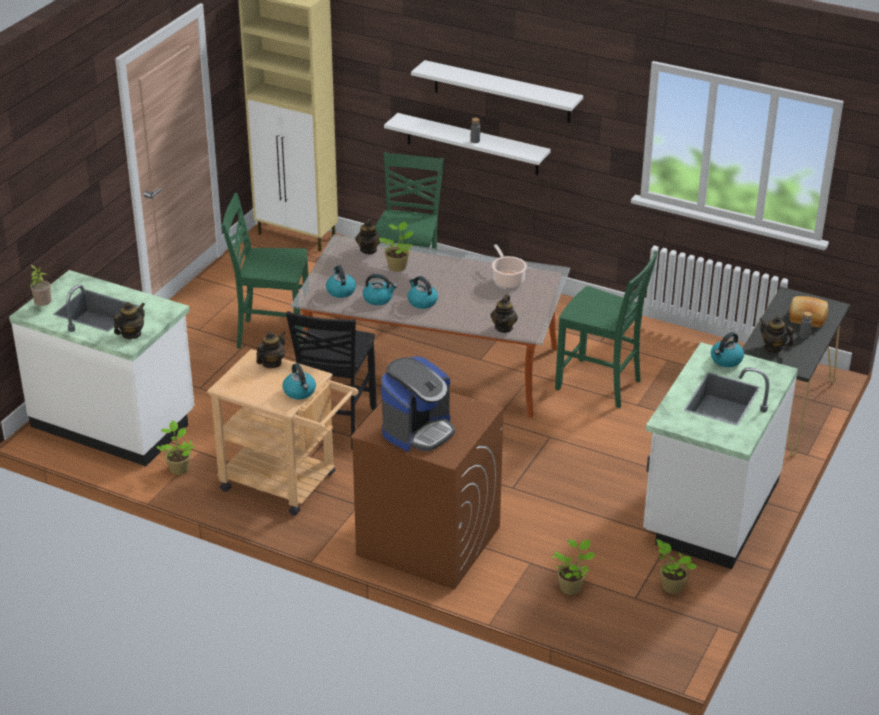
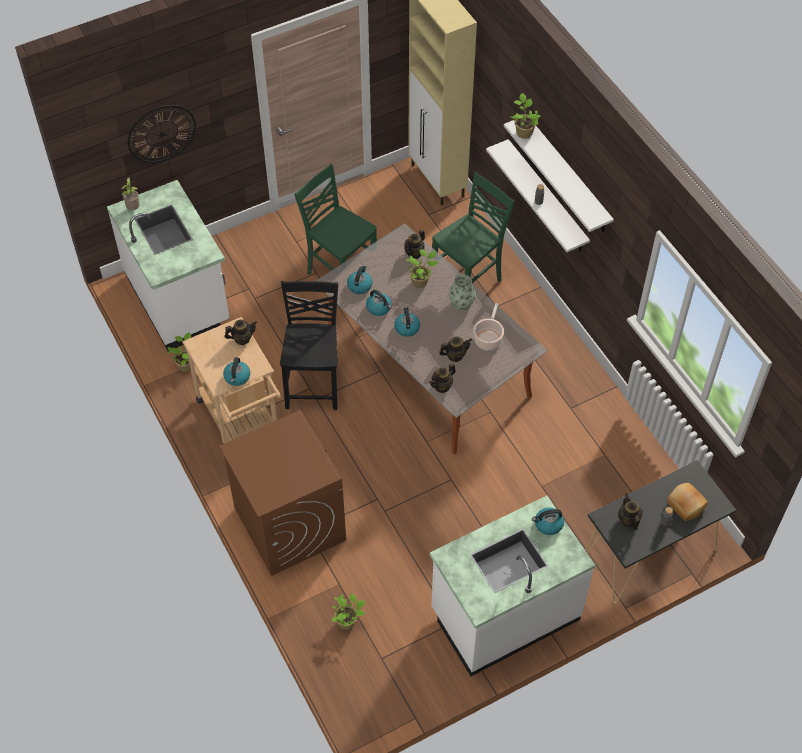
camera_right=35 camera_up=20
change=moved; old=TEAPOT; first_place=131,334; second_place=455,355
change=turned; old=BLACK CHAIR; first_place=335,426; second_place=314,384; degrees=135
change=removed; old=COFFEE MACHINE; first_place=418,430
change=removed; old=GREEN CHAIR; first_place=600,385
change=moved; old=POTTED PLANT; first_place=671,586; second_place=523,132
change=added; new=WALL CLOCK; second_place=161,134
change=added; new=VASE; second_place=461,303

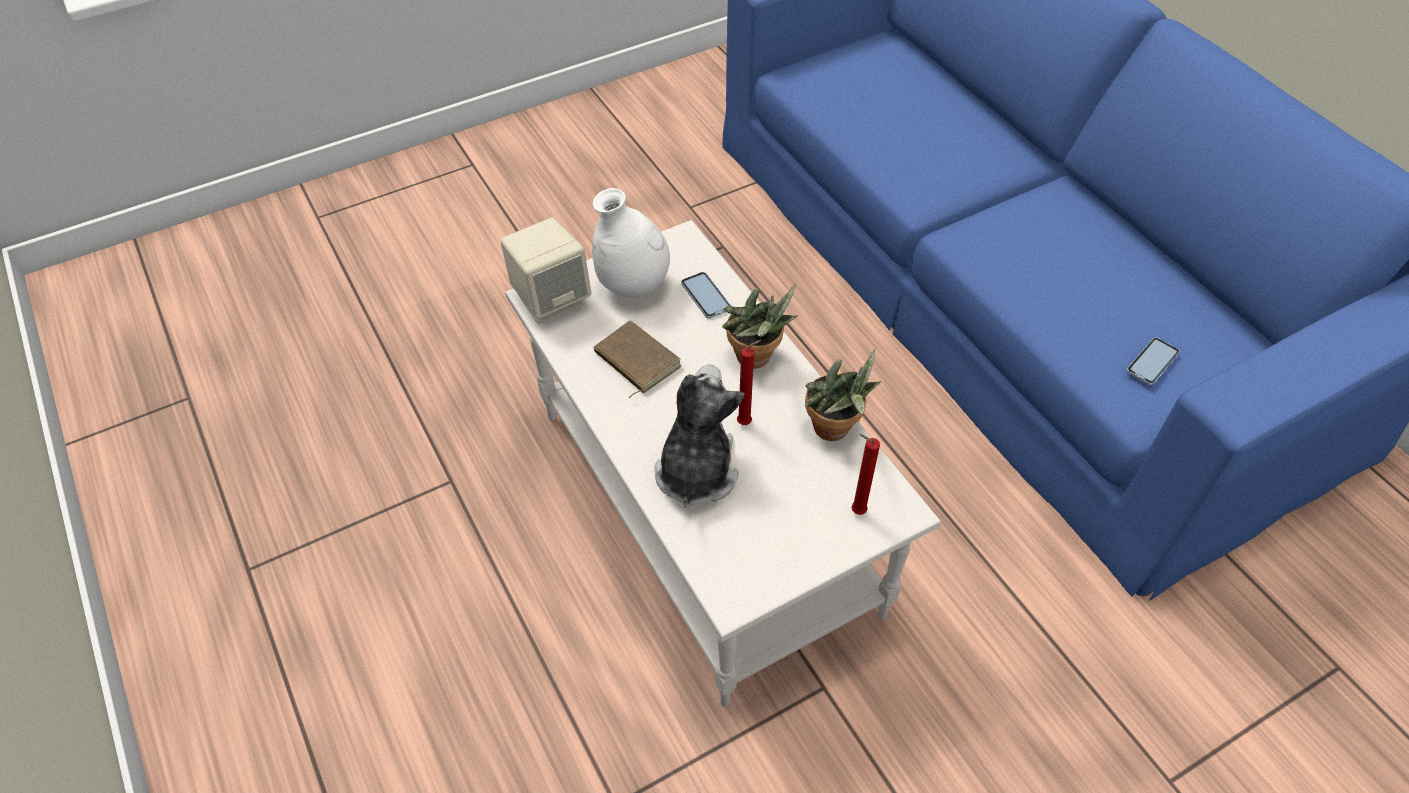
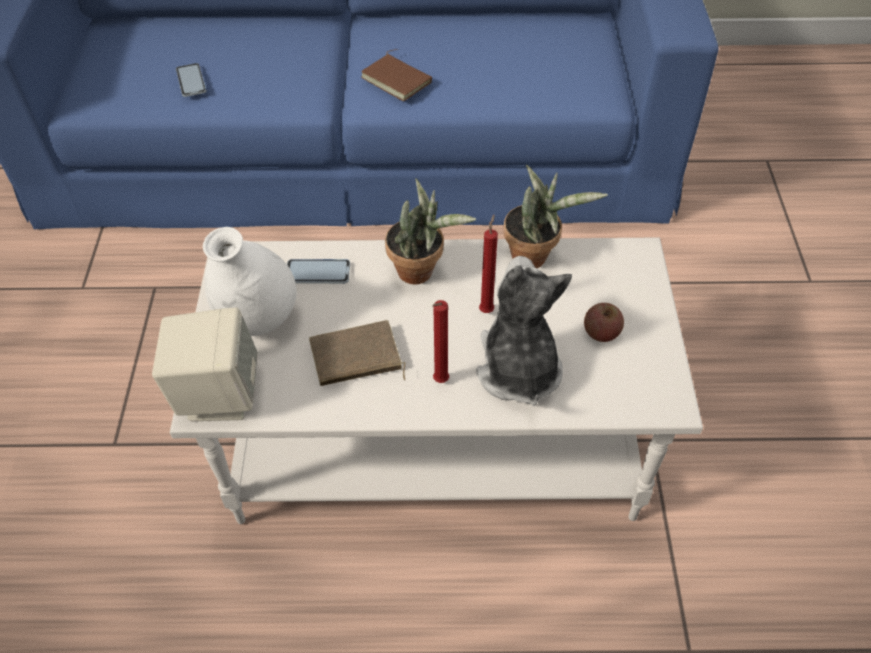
camera_right=-60 camera_up=0
change=turned; old=PLUSH TOY; first_place=696,471; second_place=518,368; degrees=45
change=moved; old=RED CANDLE; first_place=855,511; second_place=439,382
change=moved; old=PHONE; first_place=1152,362; second_place=191,81
change=added; new=BROWN BOOK; second_place=398,79
change=added; new=APPLE; second_place=601,332

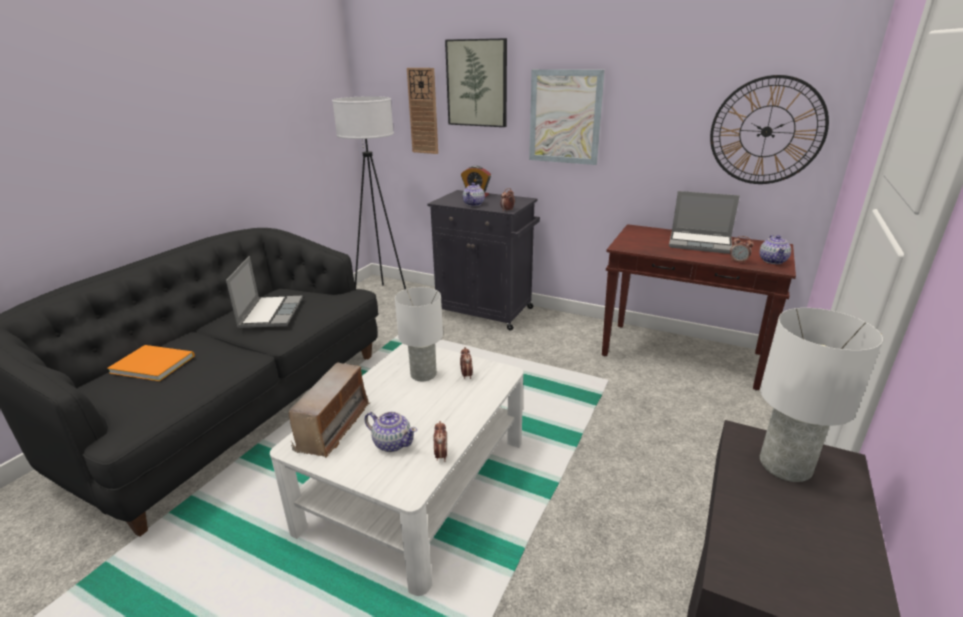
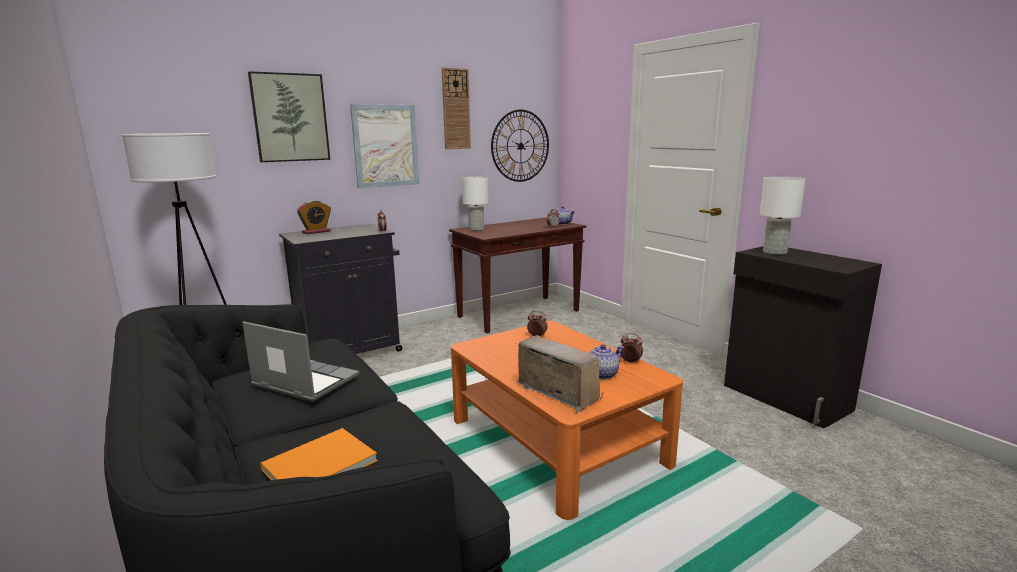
camera_right=-60 camera_up=-10
change=recoloured; old=WHITE COFFEE TABLE; new=ORANGE COFFEE TABLE; first_place=416,482; second_place=556,441
change=moved; old=WHITE TABLE LAMP; first_place=424,374; second_place=476,229
change=moved; old=WALL CLOCK; first_place=423,111; second_place=456,109
change=removed; old=TEAPOT; first_place=474,204
change=removed; old=LAPTOP; first_place=700,243

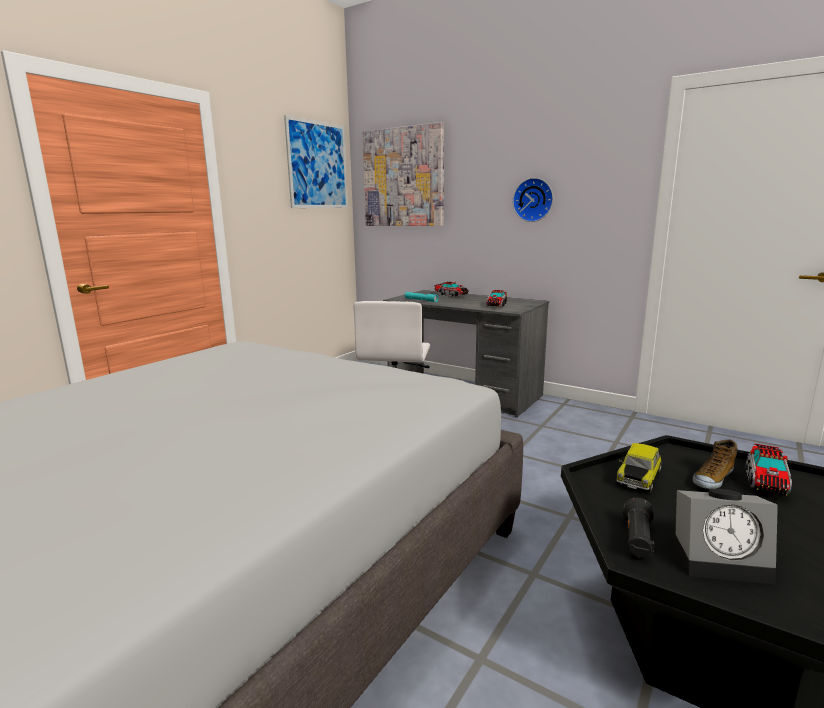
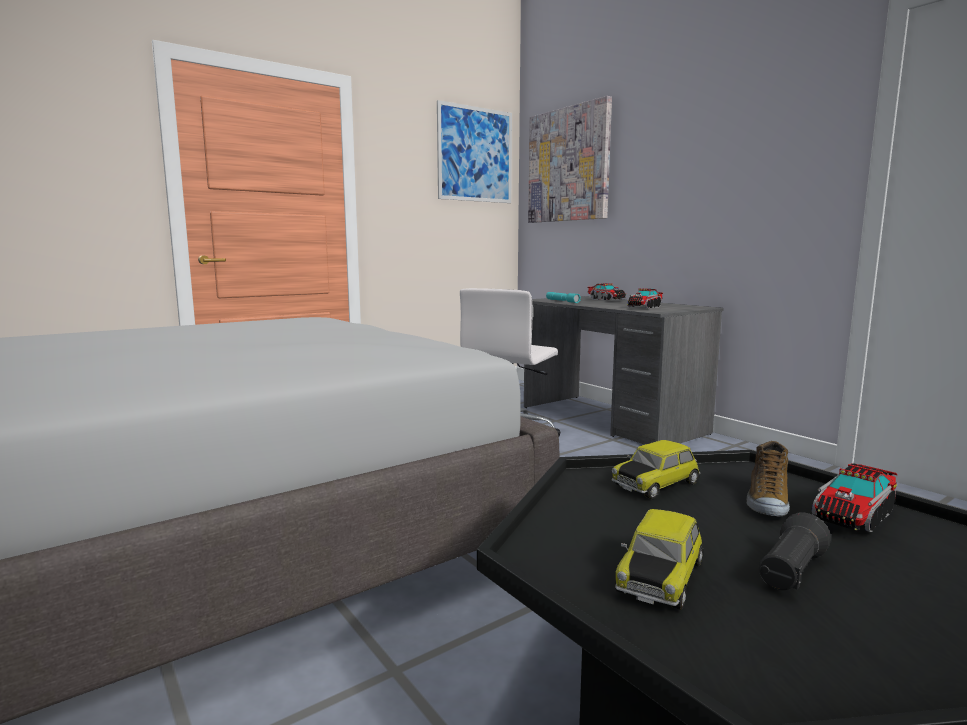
camera_right=20 camera_up=-5
change=removed; old=WALL CLOCK; first_place=533,200
change=moved; old=BLACK FLASHLIGHT; first_place=637,540; second_place=790,572
change=replaced; old=ALARM CLOCK; new=TOY CAR; first_place=722,560; second_place=658,576
change=turned; old=SHOE; first_place=712,478; second_place=766,501; degrees=-45

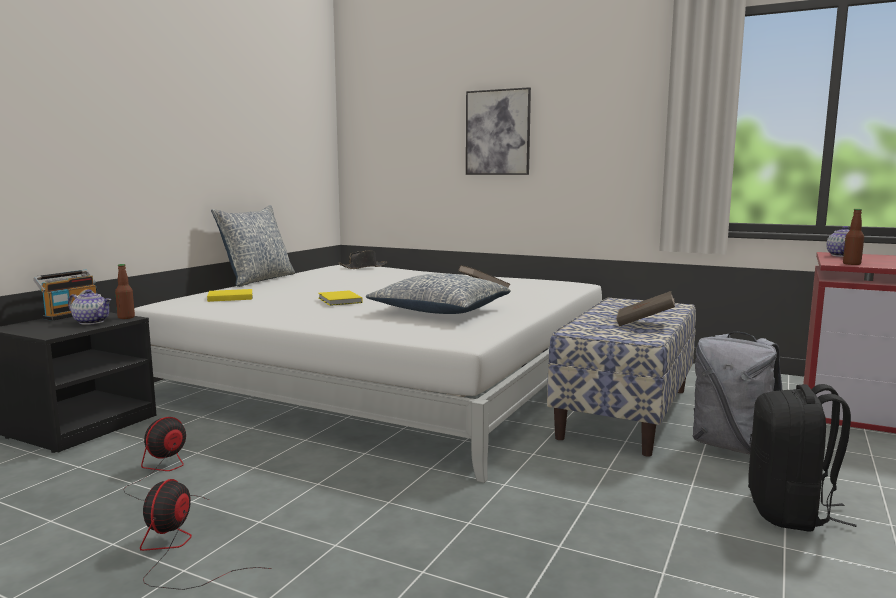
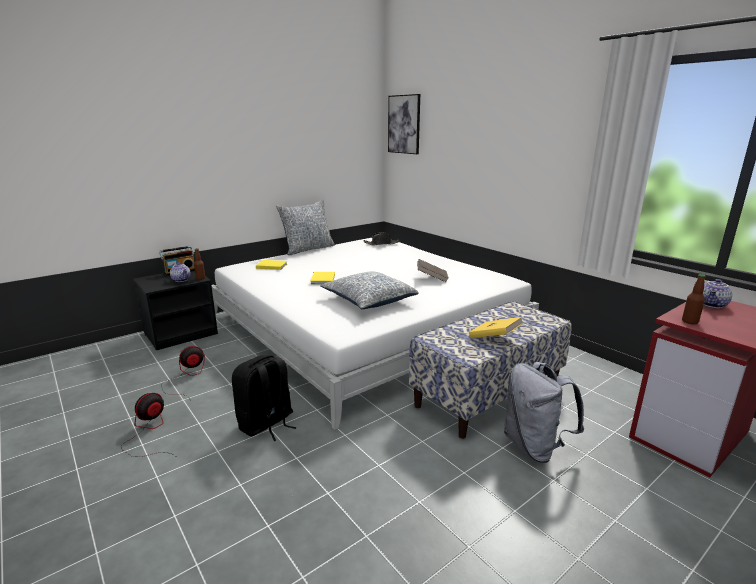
camera_right=25 camera_up=10
change=moved; old=PICTURE; first_place=498,132; second_place=404,124
change=recoloured; old=BROWN BOOK; new=YELLOW BOOK; first_place=644,323; second_place=494,338
change=moved; old=BLACK BACKPACK; first_place=790,512; second_place=266,424

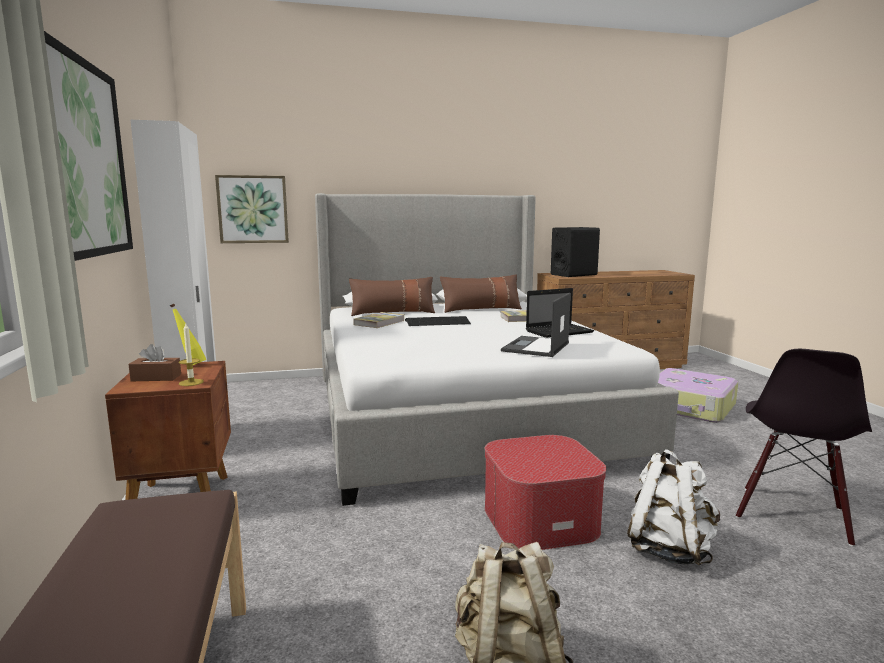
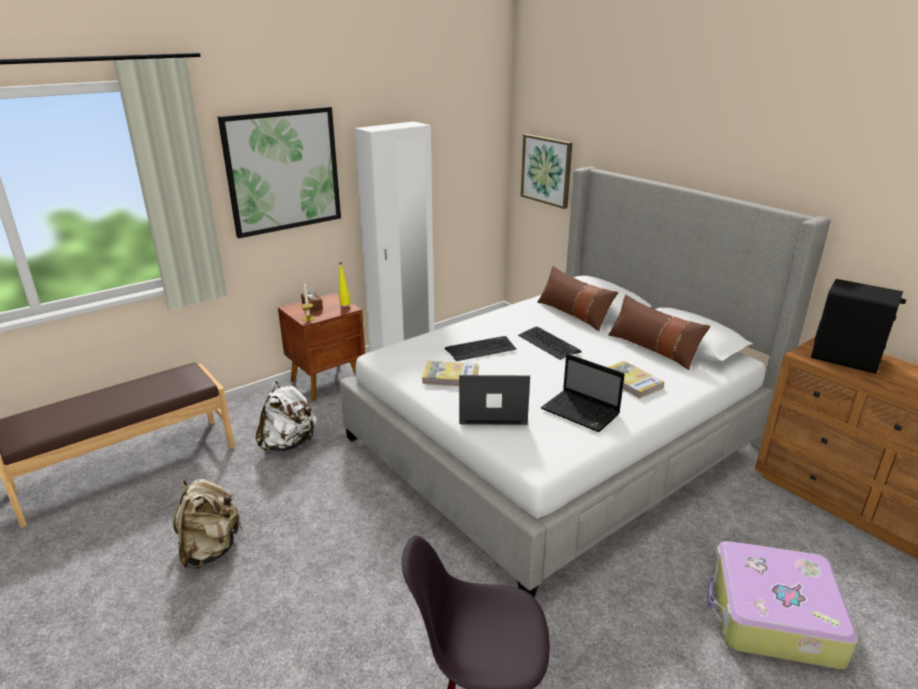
camera_right=65 camera_up=15
change=moved; old=BOOK; first_place=379,322; second_place=450,376
change=removed; old=OTTOMAN; first_place=540,518
change=moved; old=WHITE BACKPACK; first_place=669,550; second_place=289,443
change=added; new=KEYBOARD; second_place=480,349

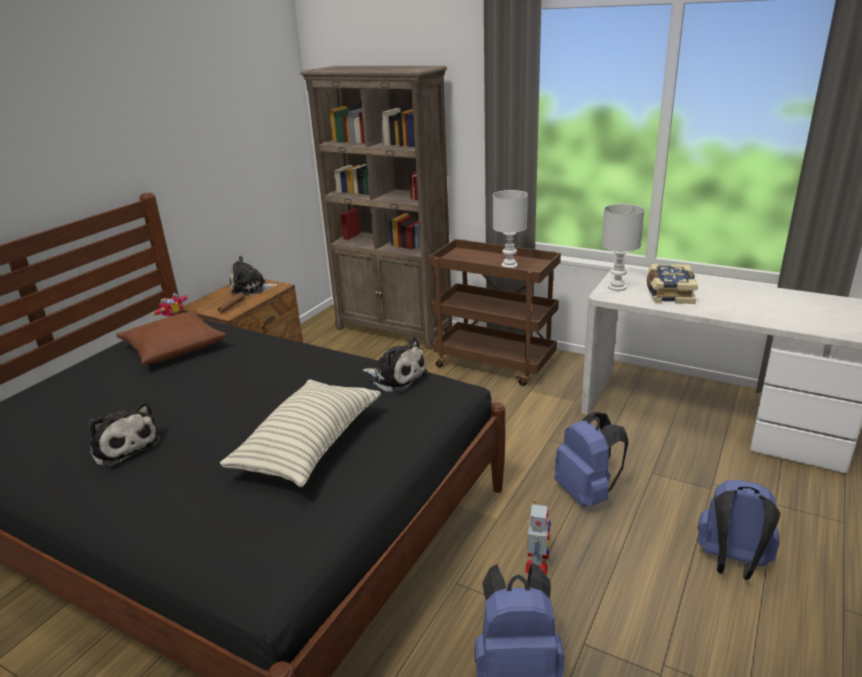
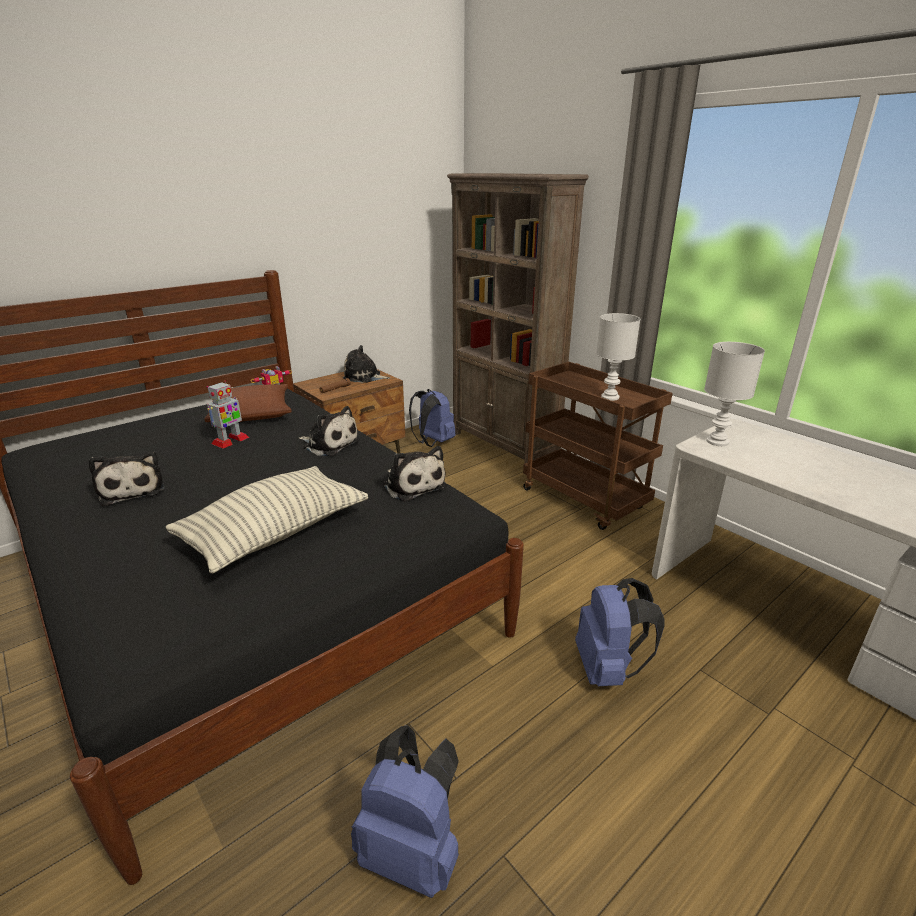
camera_right=20 camera_up=0
change=moved; old=TOY ROBOT; first_place=537,561; second_place=230,441
change=removed; old=BOOK; first_place=668,293
change=moved; old=BLUE BACKPACK; first_place=732,563; second_place=432,442
change=added; new=PLUSH TOY; second_place=329,444

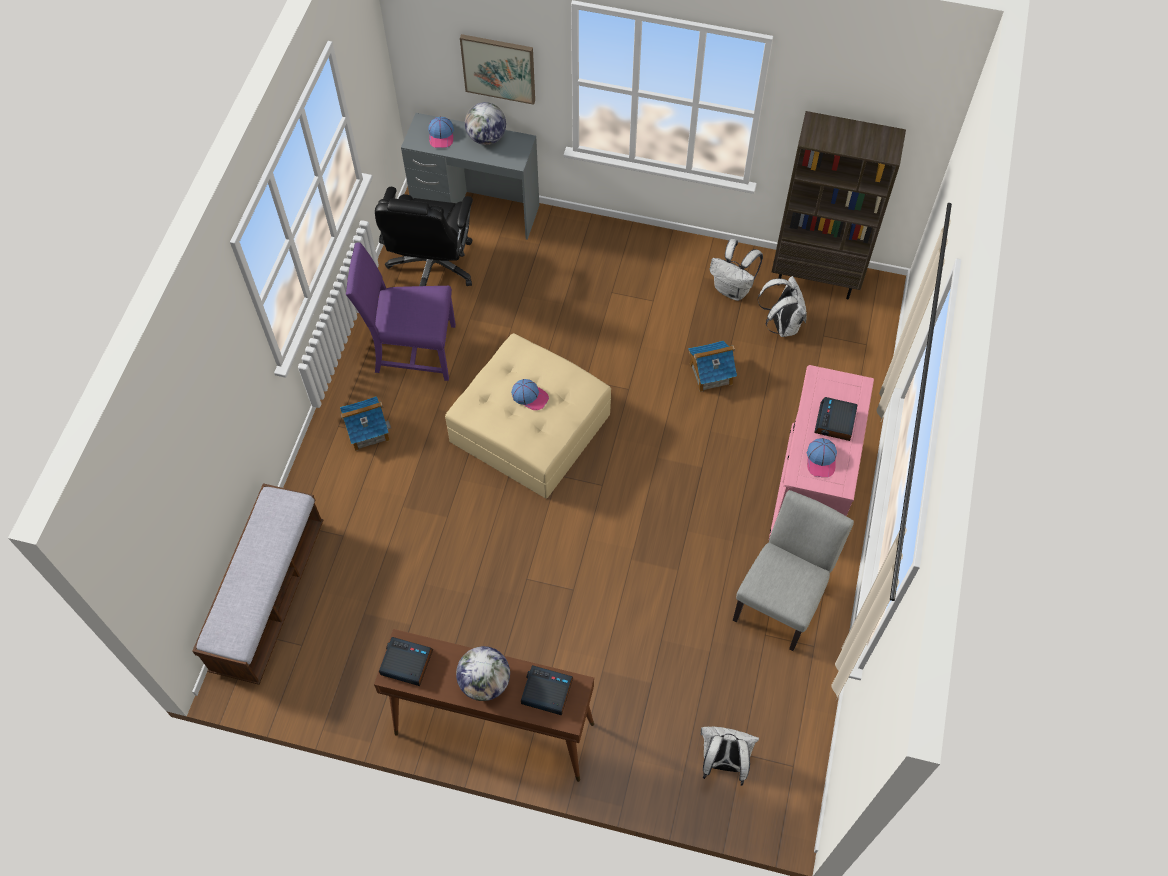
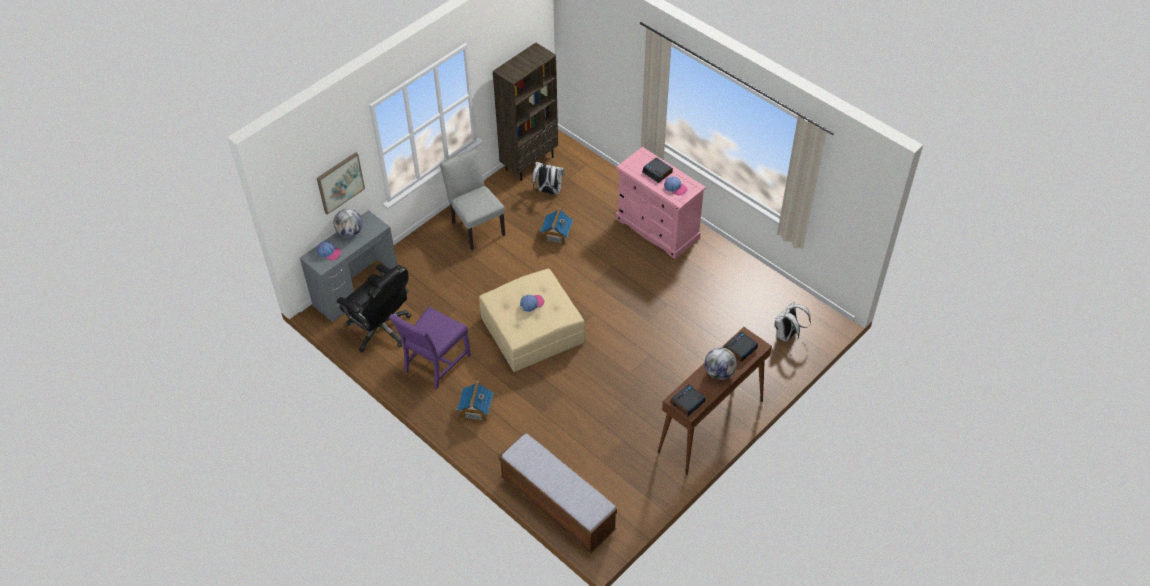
camera_right=-60 camera_up=-10
change=removed; old=WHITE BACKPACK; first_place=732,289
change=moved; old=GREY CHAIR; first_place=782,598; second_place=476,226

